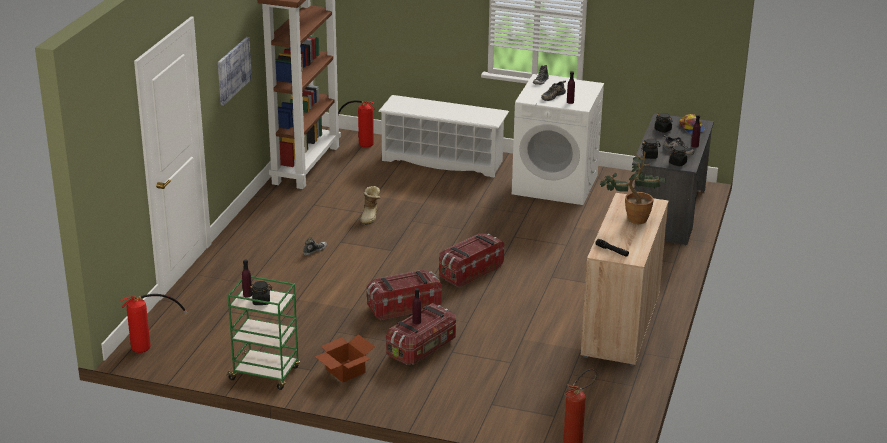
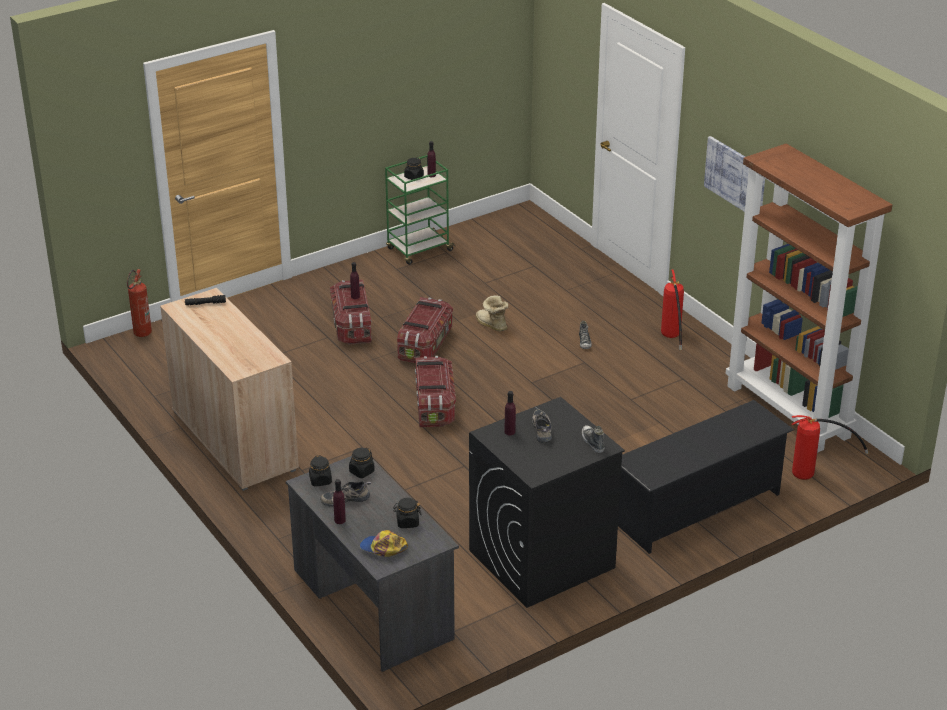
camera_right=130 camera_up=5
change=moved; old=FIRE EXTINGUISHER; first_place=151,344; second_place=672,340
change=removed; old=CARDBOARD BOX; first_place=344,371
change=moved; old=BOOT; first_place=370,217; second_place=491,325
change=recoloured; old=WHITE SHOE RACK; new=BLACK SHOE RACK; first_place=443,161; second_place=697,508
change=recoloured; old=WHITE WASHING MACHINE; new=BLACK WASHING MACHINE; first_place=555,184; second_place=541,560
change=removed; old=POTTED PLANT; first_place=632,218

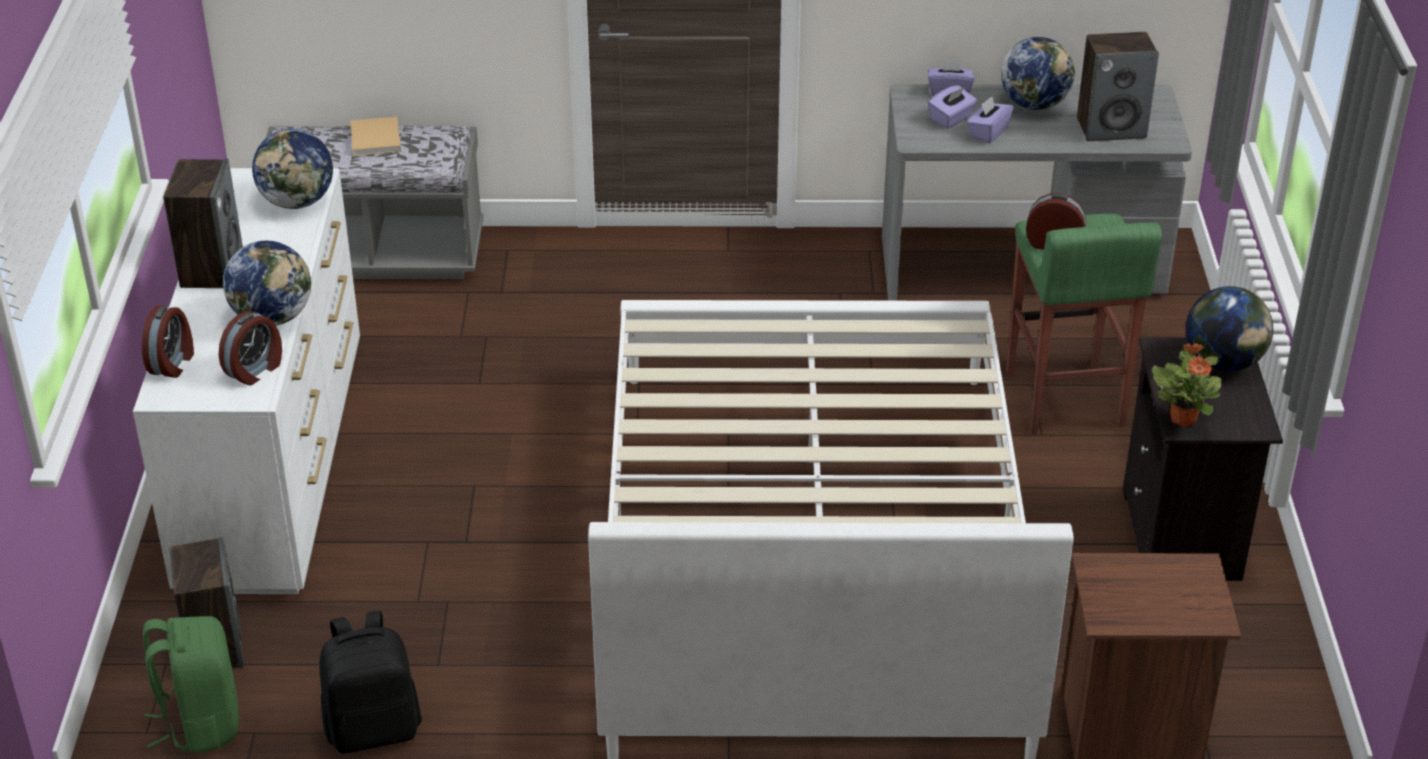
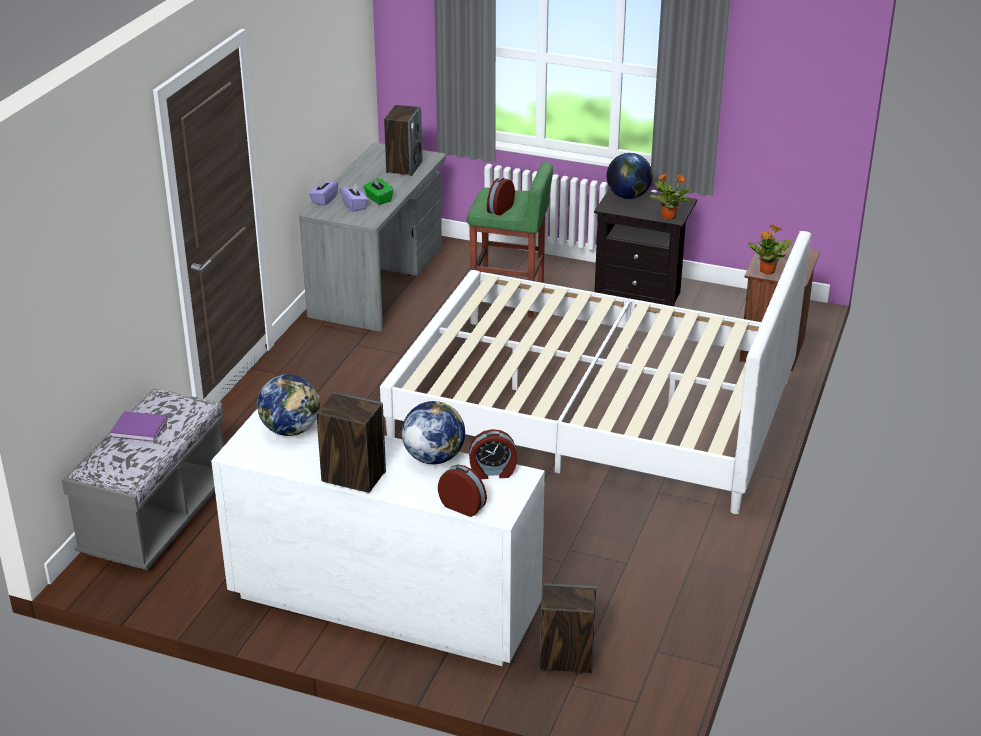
camera_right=-70 camera_up=-5
change=removed; old=GREEN BACKPACK; first_place=200,723
change=turned; old=ALARM CLOCK; first_place=255,370; second_place=493,472; degrees=120
change=removed; old=BLACK BACKPACK; first_place=374,728
change=recoloured; old=BEIGE BOOK; new=PURPLE BOOK; first_place=375,140; second_place=140,428
change=recoloured; old=PURPLE TISSUE BOX; new=GREEN TISSUE BOX; first_place=988,132; second_place=378,199
change=removed; old=GLOBE; first_place=1034,104
change=added; new=POTTED PLANT; second_place=767,271

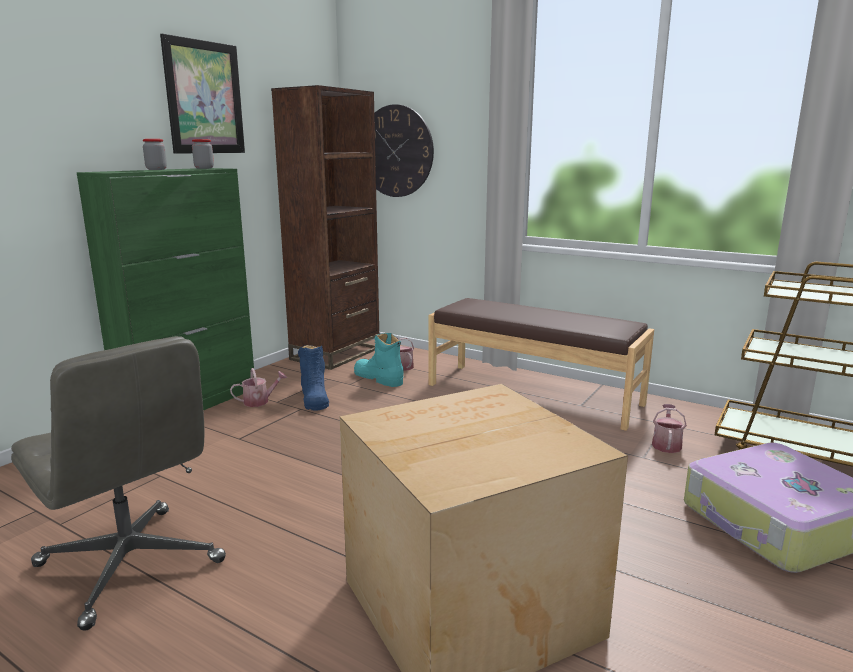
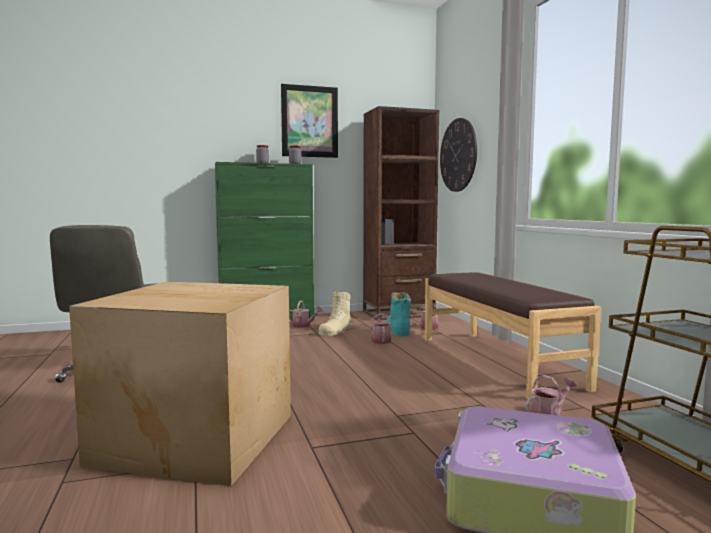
camera_right=40 camera_up=-10
change=recoloured; old=BLUE BOOT; new=BEIGE BOOT; first_place=314,398; second_place=335,331
change=added; new=WATERING CAN; second_place=380,340

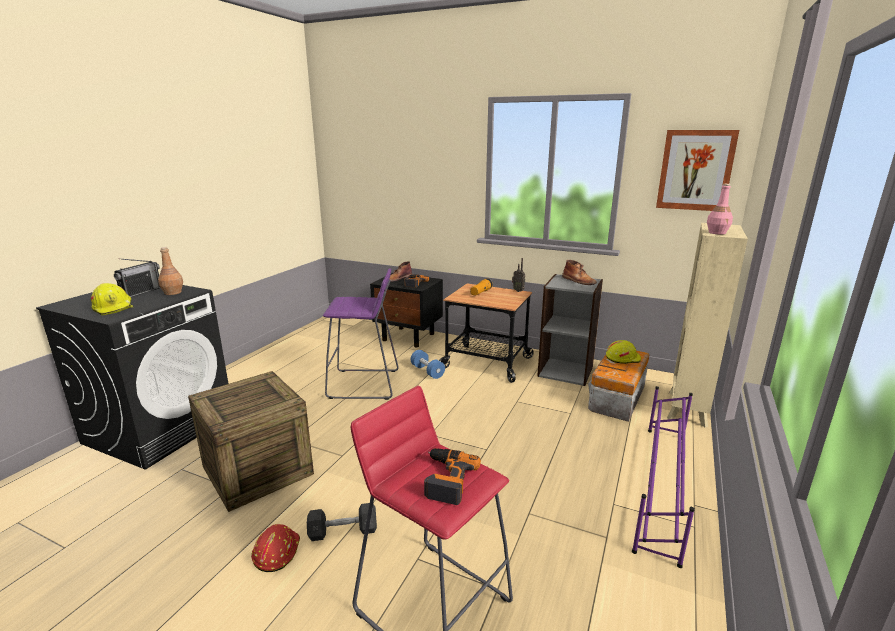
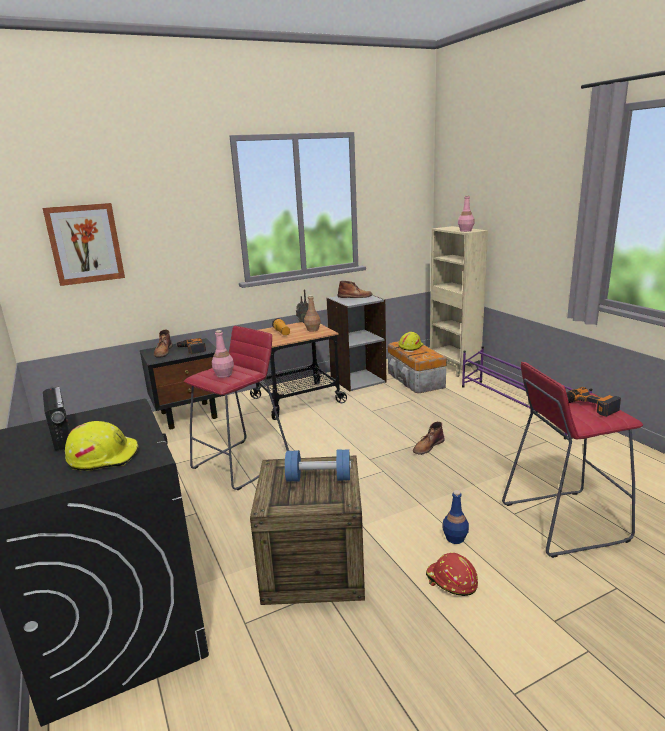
camera_right=-50 camera_up=0
change=moved; old=BROWN BOTTLE; first_place=173,292; second_place=313,329
change=replaced; old=GREY DUMBBELL; new=BLUE BOTTLE; first_place=343,531; second_place=455,538
change=recoloured; old=PURPLE STOOL; new=RED STOOL; first_place=364,384; second_place=242,464
change=moved; old=BLUE DUMBBELL; first_place=427,371; second_place=318,478
change=moved; old=PICTURE; first_place=695,170; second_place=85,244
change=added; new=PINK BOTTLE; second_place=223,374
change=added; new=BROWN BOOT; second_place=428,446

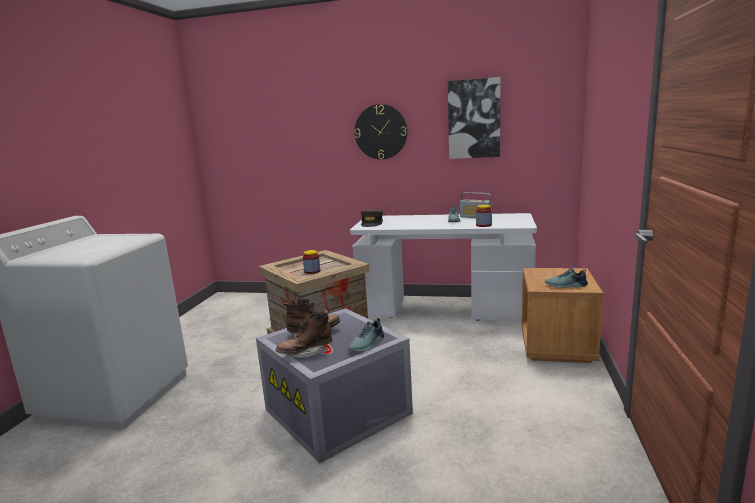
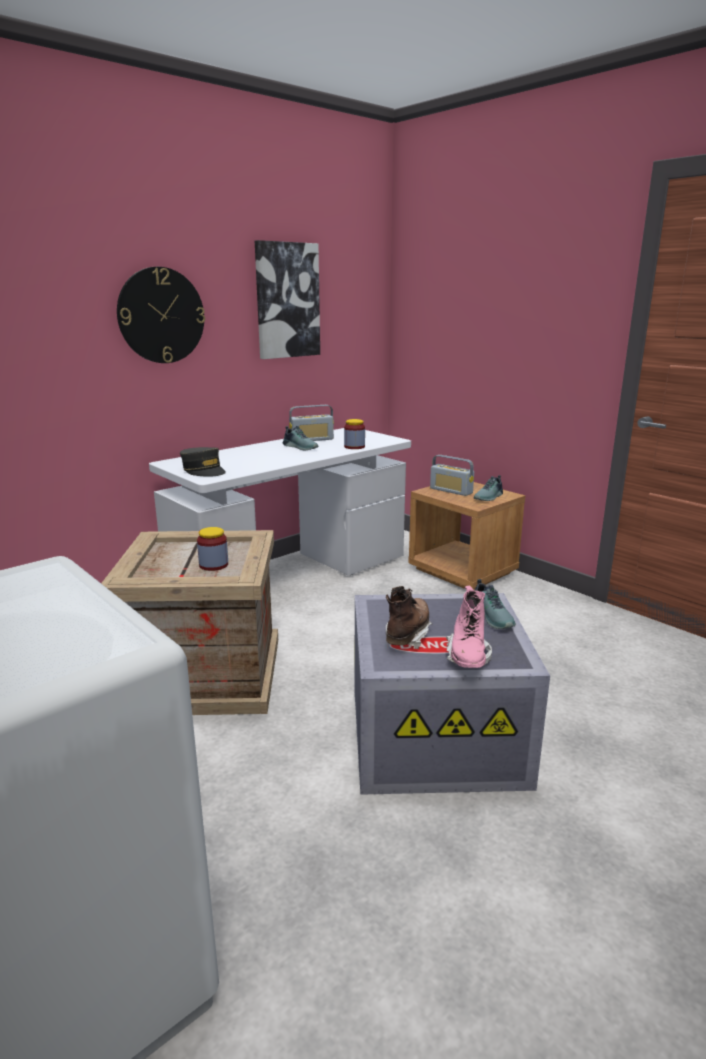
camera_right=-55 camera_up=5
change=recoloured; old=BROWN BOOT; new=PINK BOOT; first_place=306,353; second_place=468,657
change=added; new=RADIO; second_place=451,491

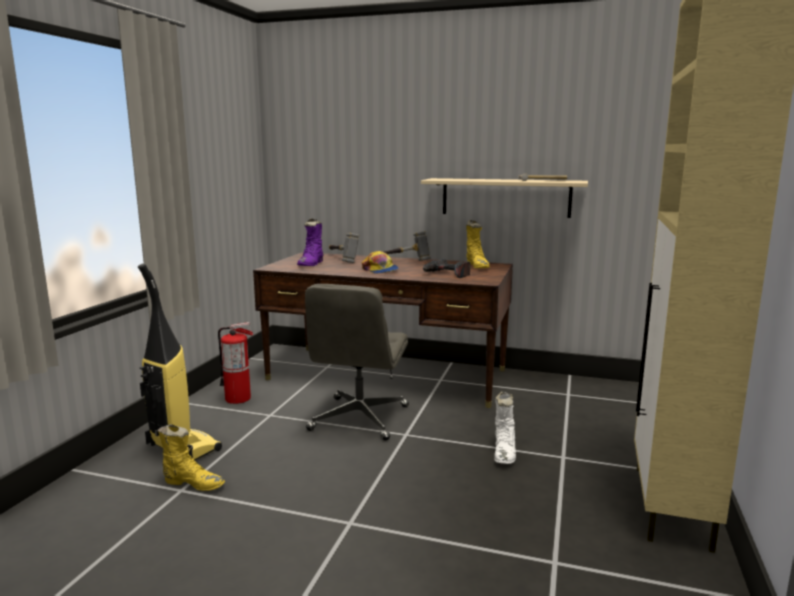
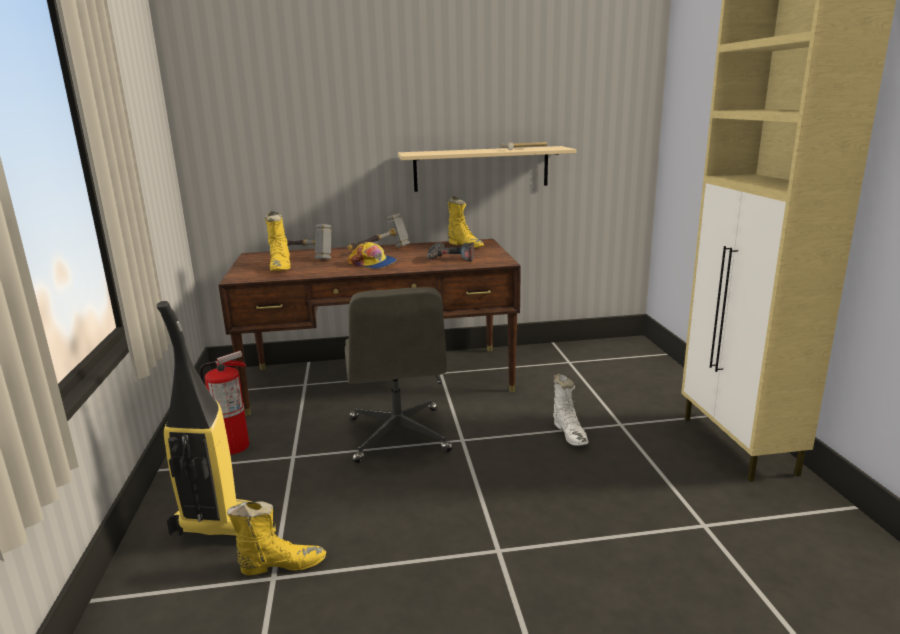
camera_right=-25 camera_up=5
change=recoloured; old=PURPLE BOOT; new=YELLOW BOOT; first_place=311,264; second_place=281,267

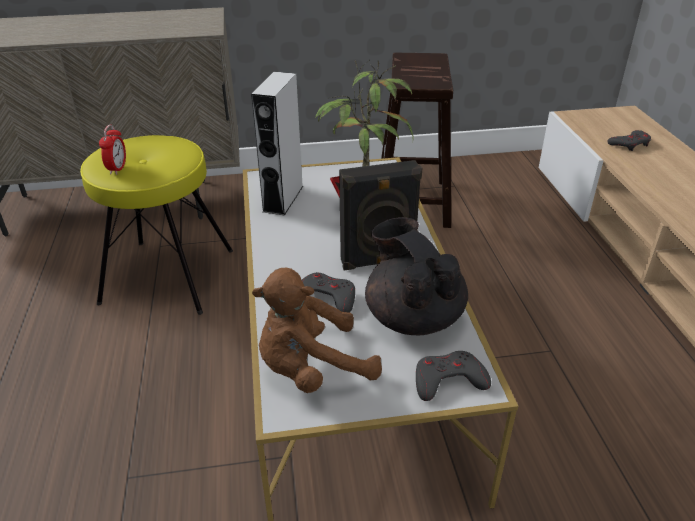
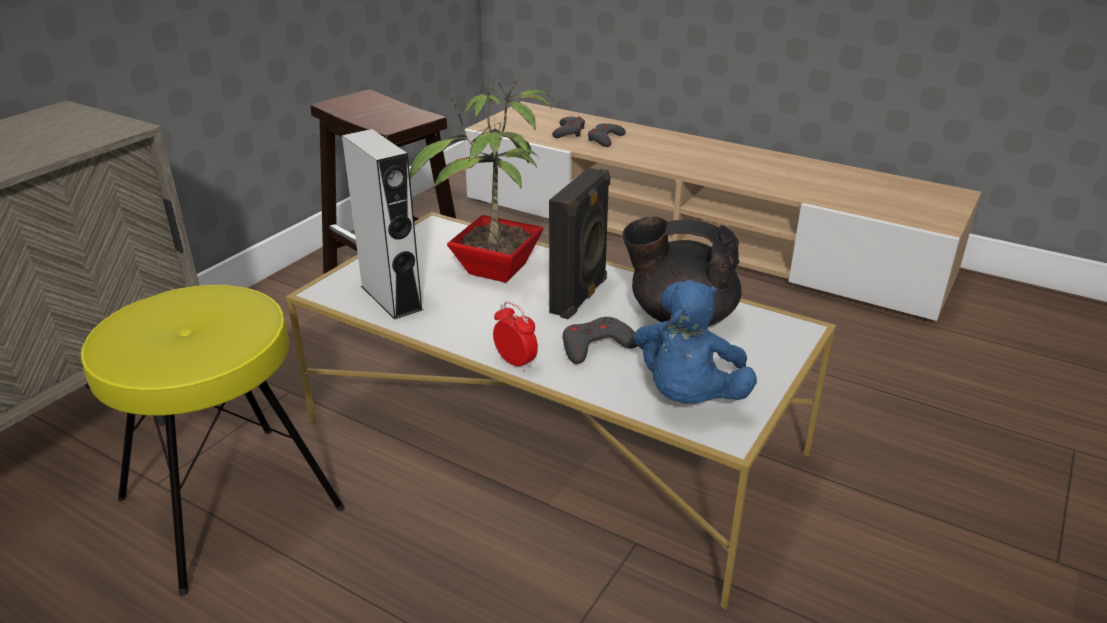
camera_right=-50 camera_up=-5
change=moved; old=ALARM CLOCK; first_place=117,169; second_place=515,362
change=recoloured; old=BROWN PLUSH TOY; new=BLUE PLUSH TOY; first_place=312,369; second_place=688,397
change=moved; old=GREY GAME CONTROLLER; first_place=448,380; second_place=605,139

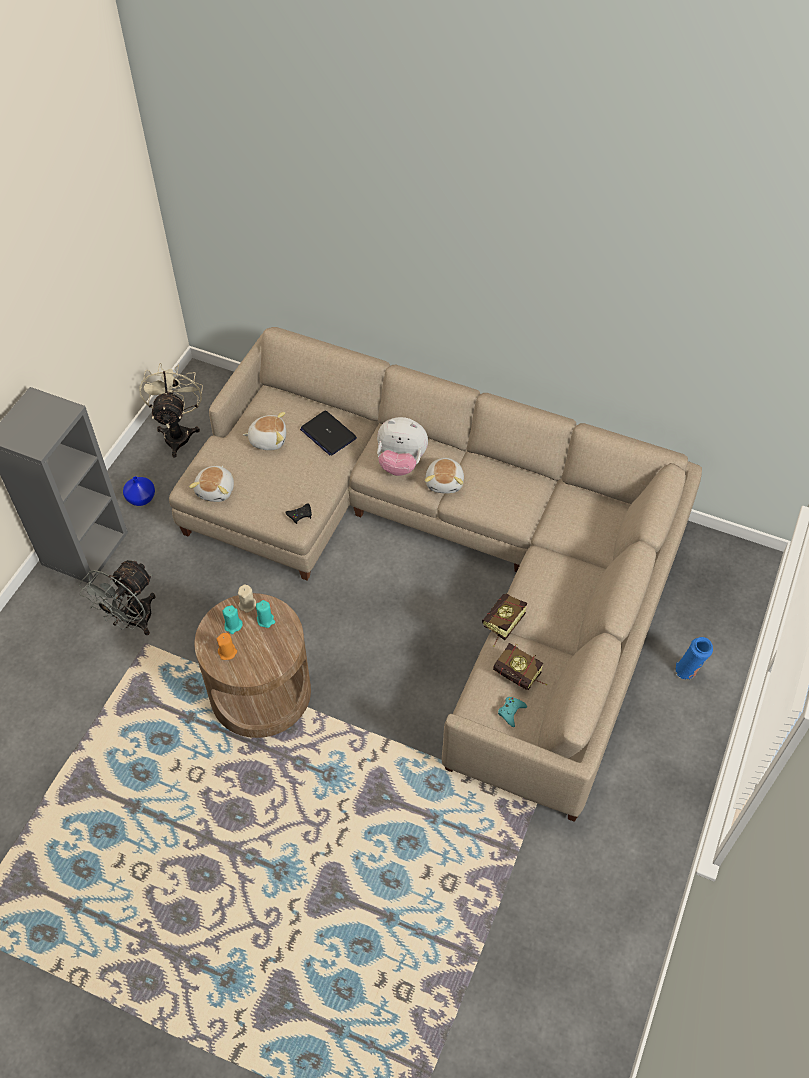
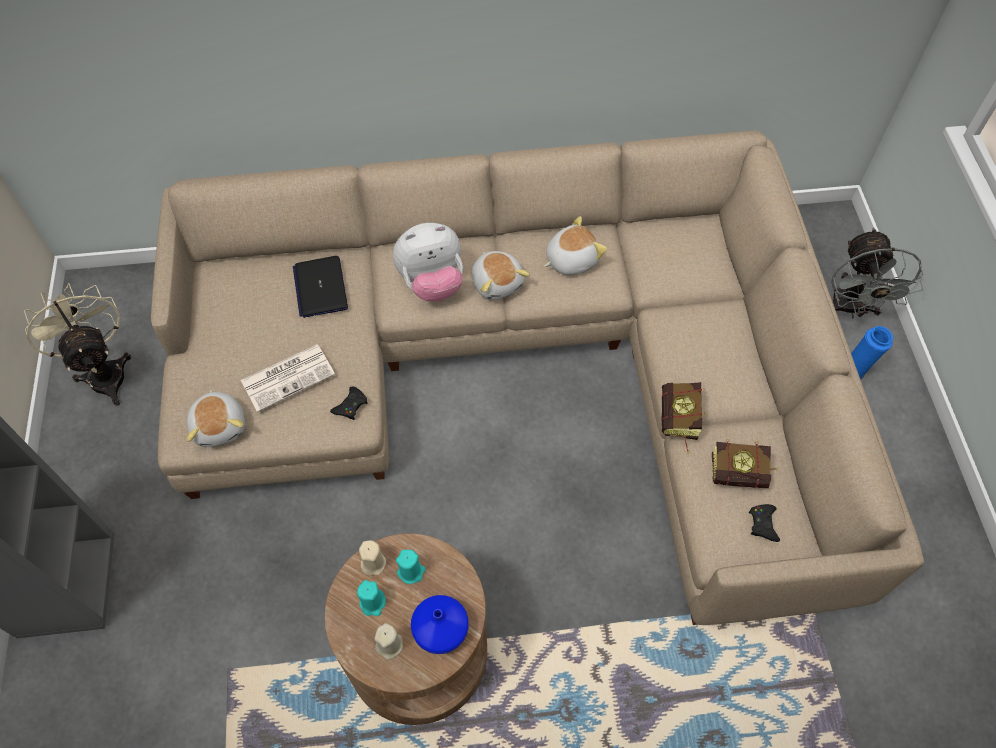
camera_right=-30 camera_up=5
change=moved; old=GREY FAN; first_place=132,621; second_place=850,309
change=moved; old=BLUE VASE; first_place=140,498; second_place=439,631
change=recoloured; old=ORANGE CANDLE; new=BEIGE CANDLE; first_place=227,652; second_place=389,645
change=moved; old=PLUSH TOY; first_place=268,439; second_place=570,259
change=turned; old=LAPTOP; first_place=328,434; second_place=320,287; degrees=60
change=recoloured; old=TURQUOISE GAME CONTROLLER; new=BLACK GAME CONTROLLER; first_place=511,712; second_place=763,524
change=added; new=NEWSPAPER; second_place=289,377

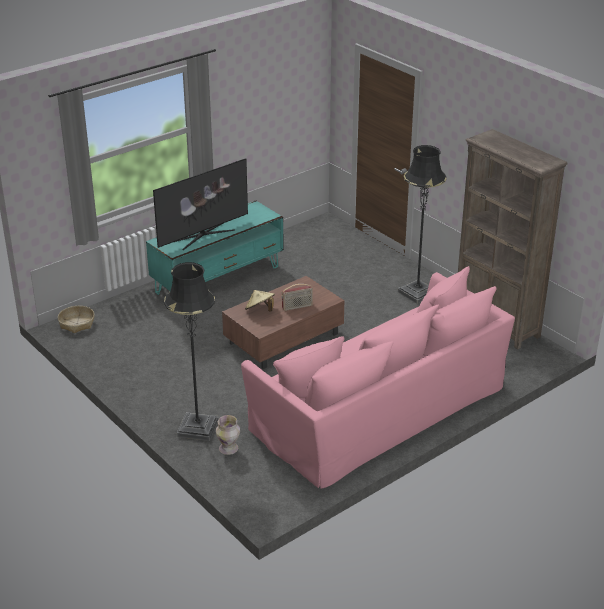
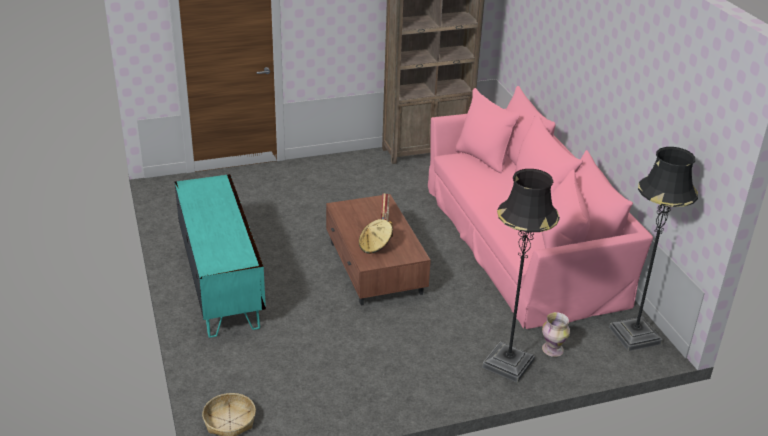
camera_right=-70 camera_up=0
change=removed; old=TELEVISION; first_place=203,236
change=moved; old=BLACK FLOOR LAMP; first_place=417,293; second_place=634,335

